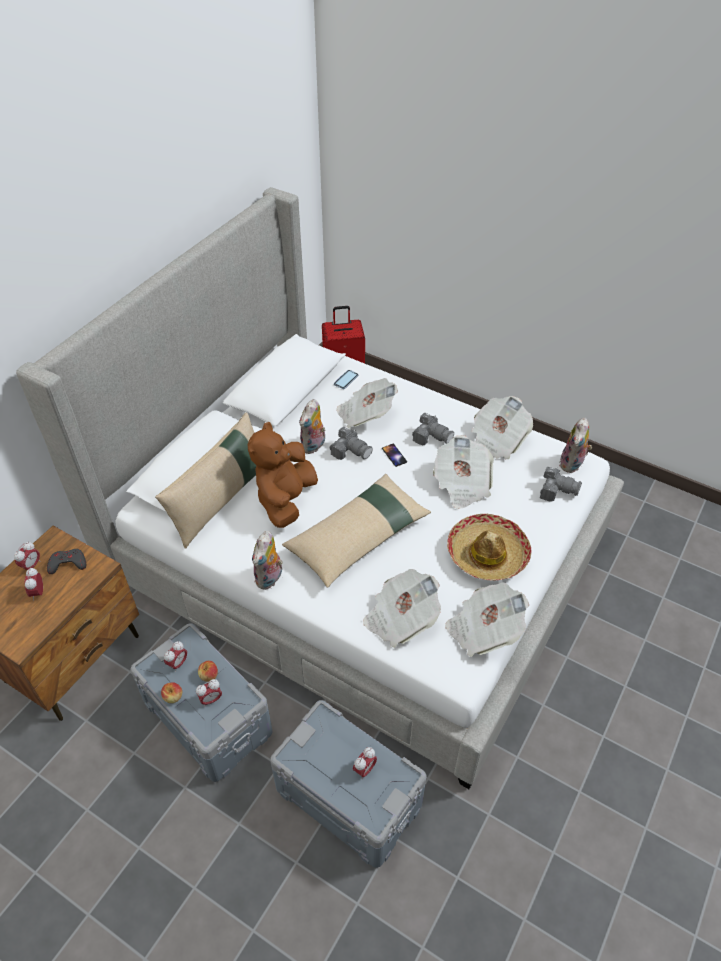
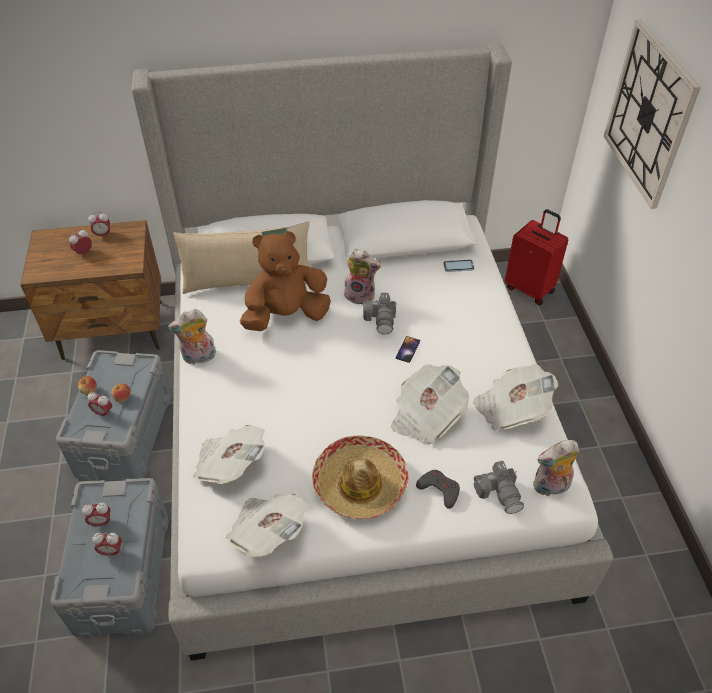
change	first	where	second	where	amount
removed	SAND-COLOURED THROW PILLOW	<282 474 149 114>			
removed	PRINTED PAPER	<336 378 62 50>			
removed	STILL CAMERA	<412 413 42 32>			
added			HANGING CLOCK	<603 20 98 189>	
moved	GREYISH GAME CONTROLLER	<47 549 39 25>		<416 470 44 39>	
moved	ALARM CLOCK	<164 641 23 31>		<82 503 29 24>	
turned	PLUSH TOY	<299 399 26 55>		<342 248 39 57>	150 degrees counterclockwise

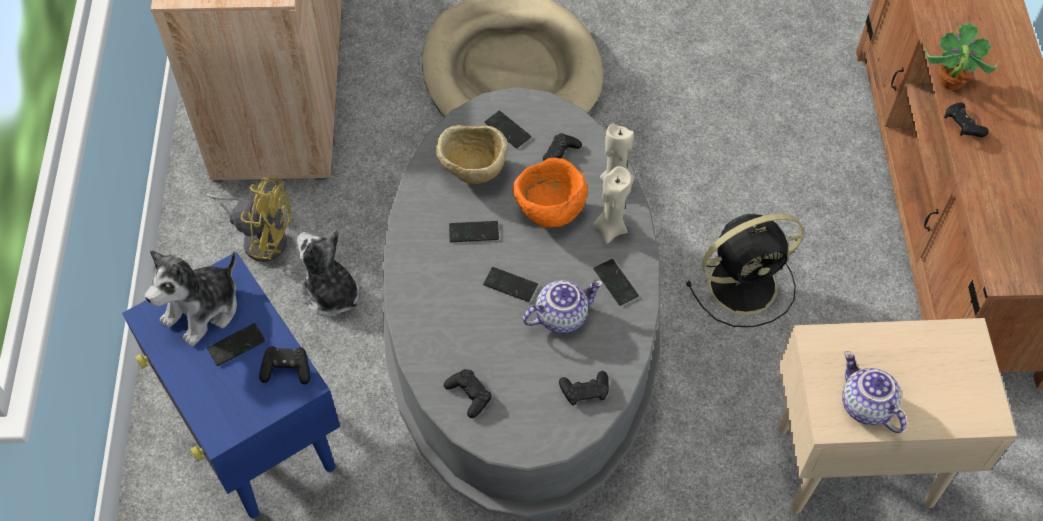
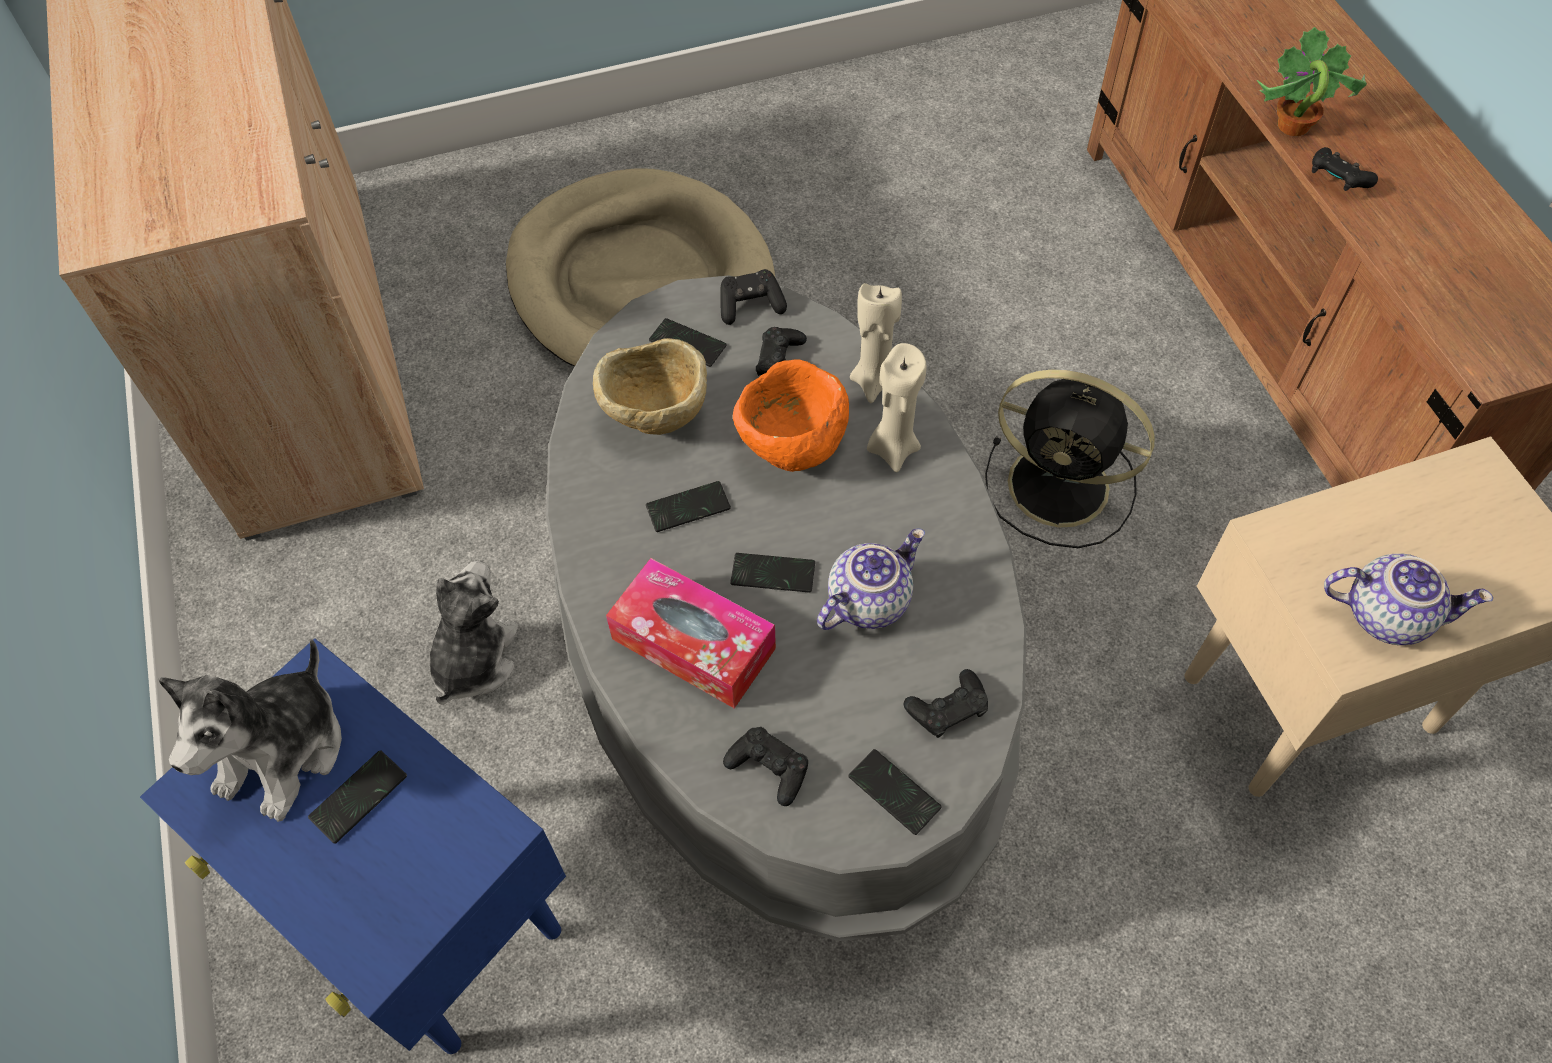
change	first	where	second	where	amount
removed	YELLOWISH ELECTRIC FAN	<206 176 85 86>			
added			TISSUE BOX	<606 558 170 150>	
moved	BLACK-COLOURED GAME CONTROLLER	<259 346 51 39>		<720 269 67 56>	
moved	PHONE	<594 259 45 47>		<848 749 94 86>	
turned	PLUSH TOY	<297 230 62 87>		<430 561 88 144>	75 degrees clockwise
turned	BLACK-COLOURED ELECTRIC FAN	<686 214 118 113>		<985 370 170 178>	60 degrees clockwise
turned	TEAPOT	<842 351 64 82>		<1324 553 169 92>	150 degrees clockwise

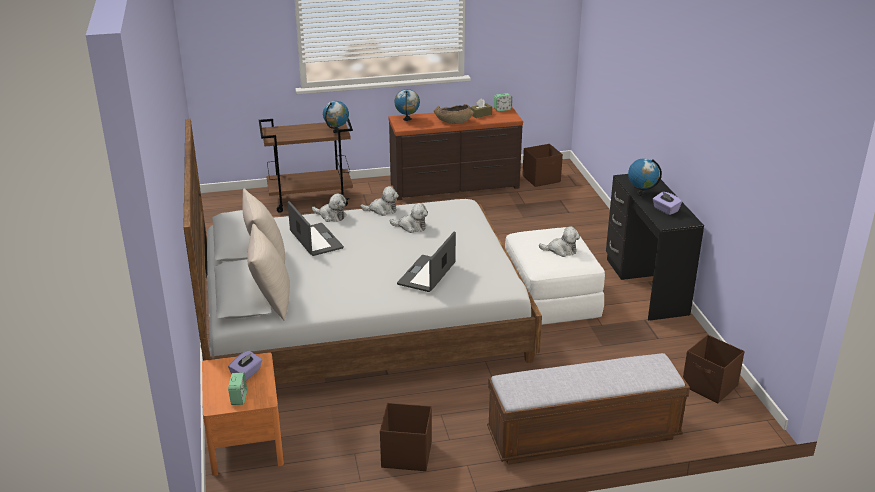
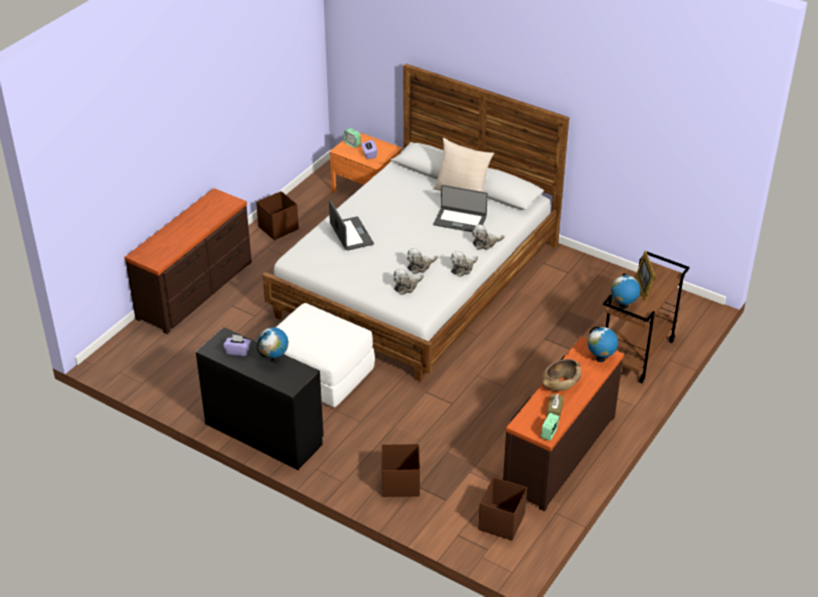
change	first	where	second	where	amount
removed	SAND-COLOURED THROW PILLOW	<247 224 43 97>			
added			PHOTO FRAME	<636 251 19 50>	
moved	PLUSH TOY	<539 226 41 31>		<393 269 31 26>	
moved	BROWN-COLOURED STORAGE BIN	<683 335 62 68>		<382 444 38 53>	
replaced	INDOOR BENCH	<487 353 203 112>	BROWN-COLOURED CHEST OF DRAWERS	<124 188 128 146>	

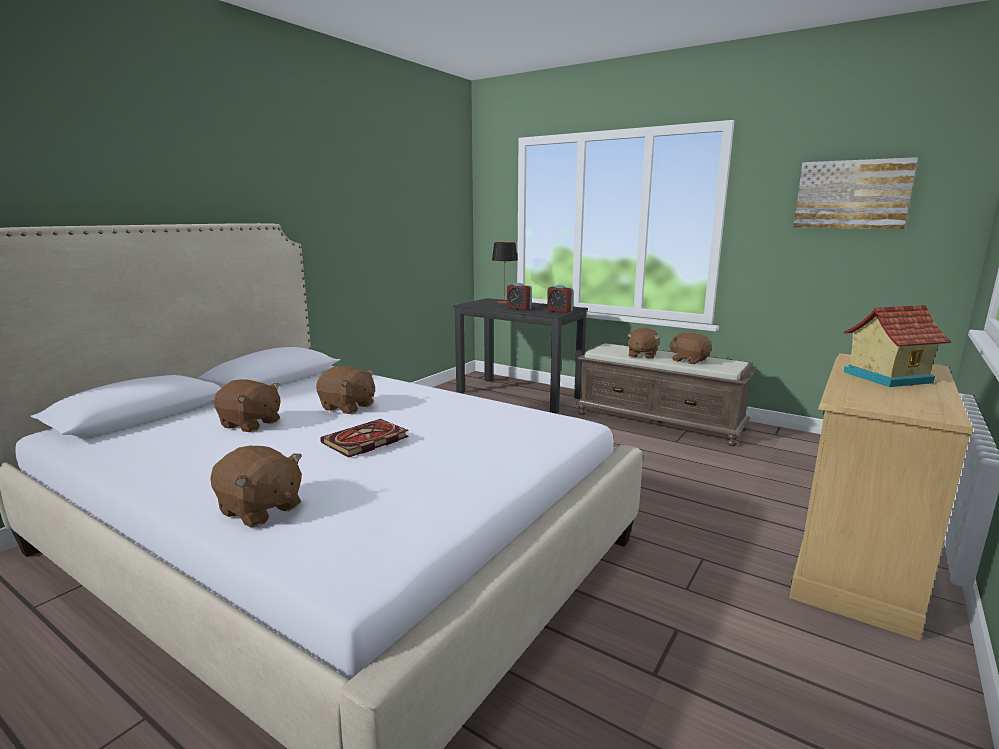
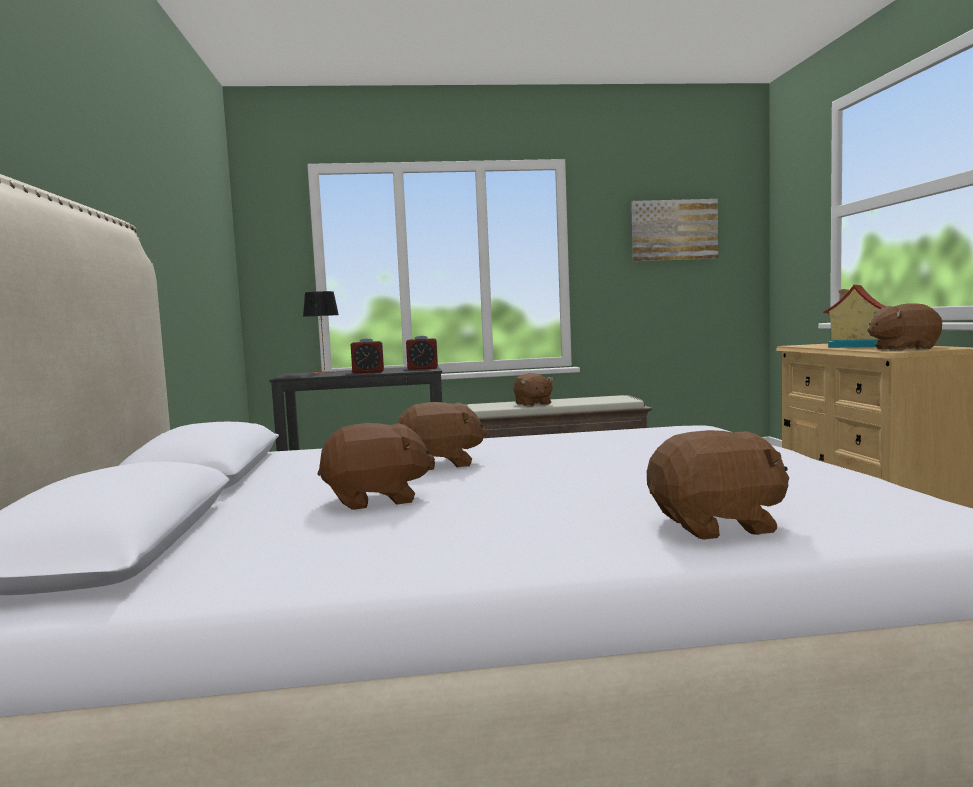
change	first	where	second	where	amount
removed	BOUND BOOK	<320 419 89 39>			
moved	BROWN-COLOURED PLUSH TOY	<669 333 43 31>		<867 303 75 48>	

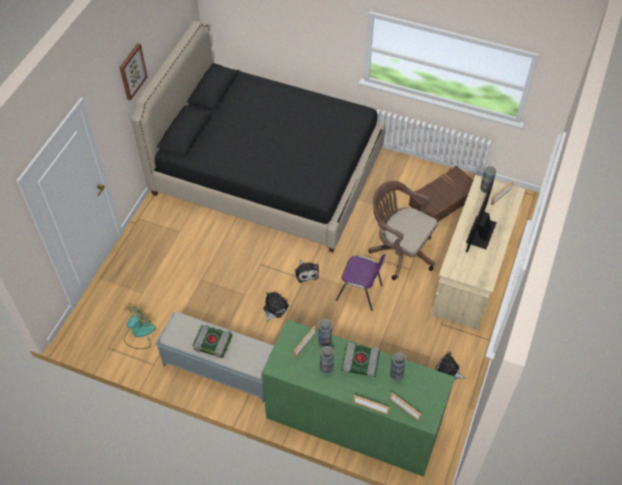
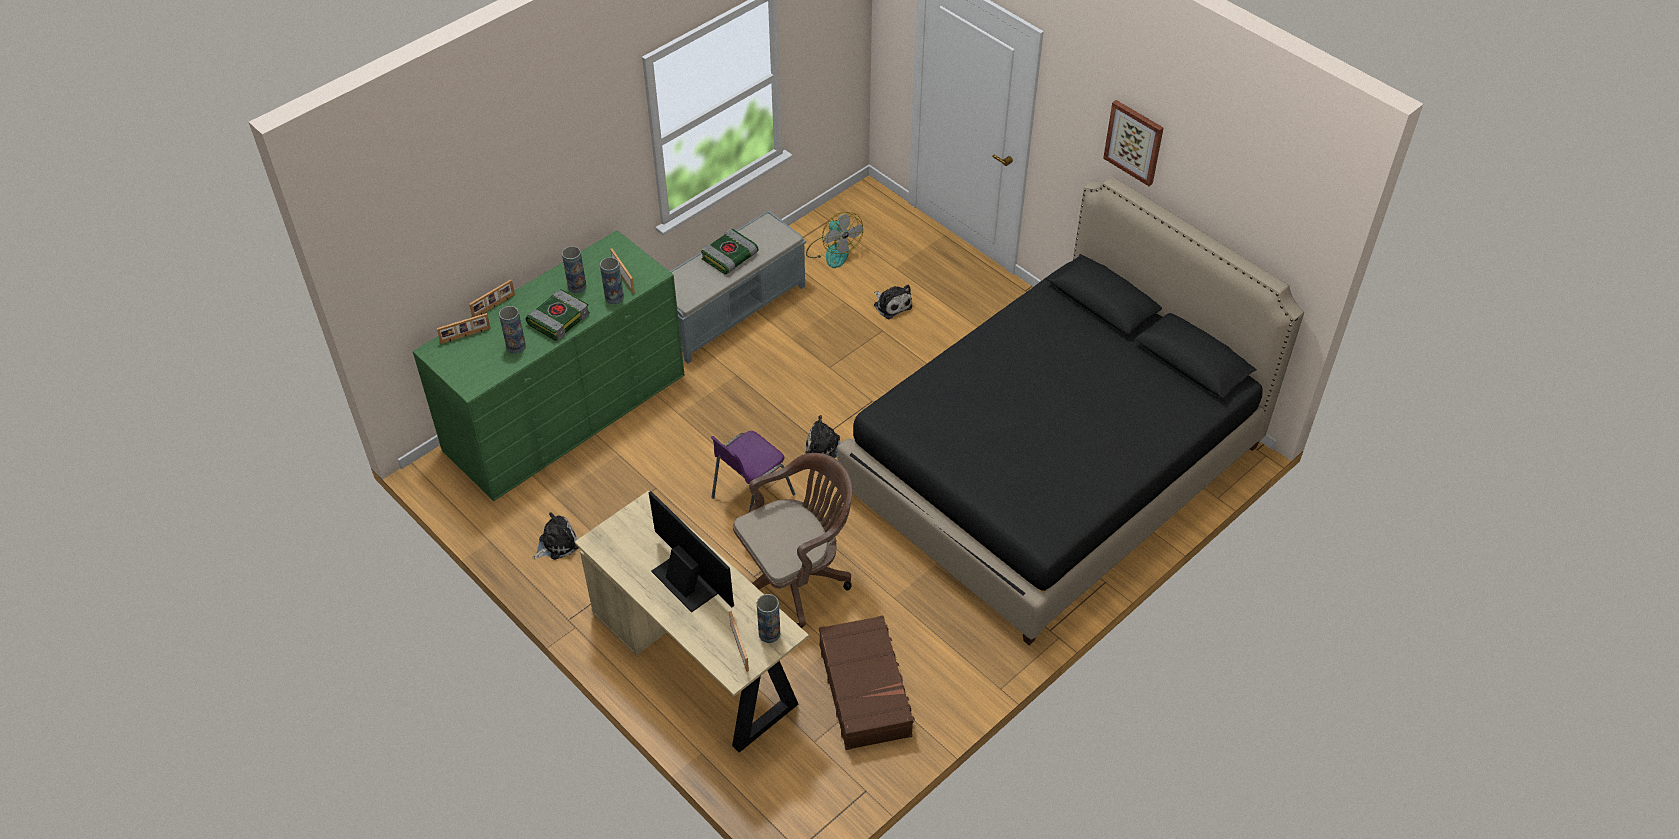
change	first	where	second	where	amount
moved	PLUSH TOY	<263 292 26 30>		<874 285 38 34>	

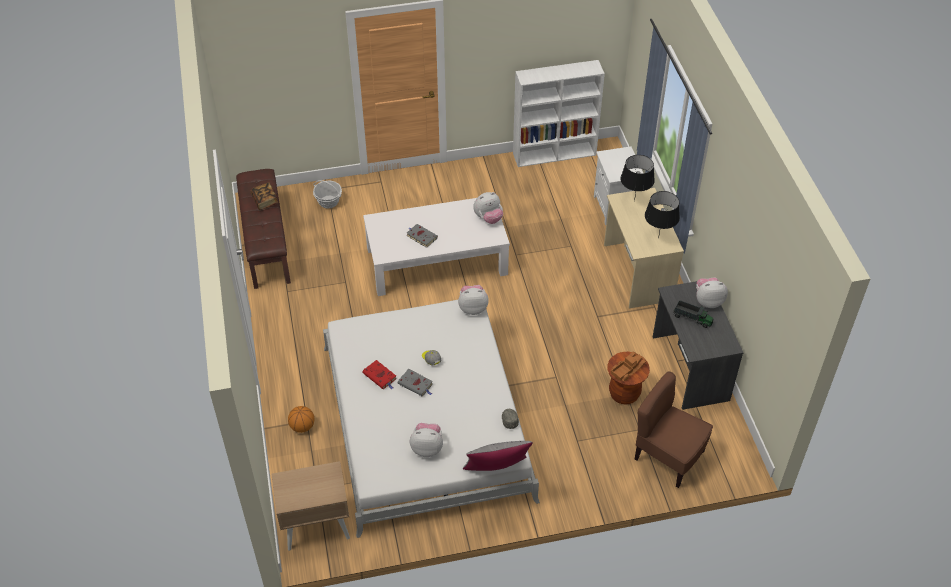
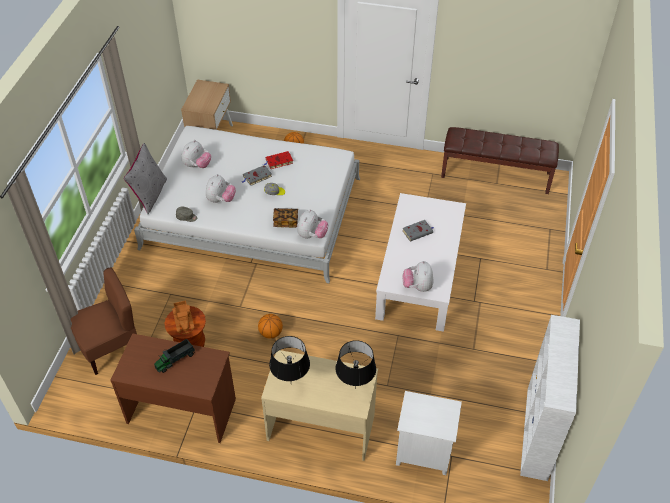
change	first	where	second	where	amount
removed	BASKET	<313 180 29 29>			
added			BASKETBALL BALL	<258 314 25 25>	
moved	BOUND BOOK	<251 182 27 28>		<273 208 25 20>	
moved	PLUSH TOY	<696 277 32 31>		<206 174 30 29>	
recoloured	GREYISH DESK	<653 281 90 129>	BROWN-COLOURED DESK	<110 333 126 110>	

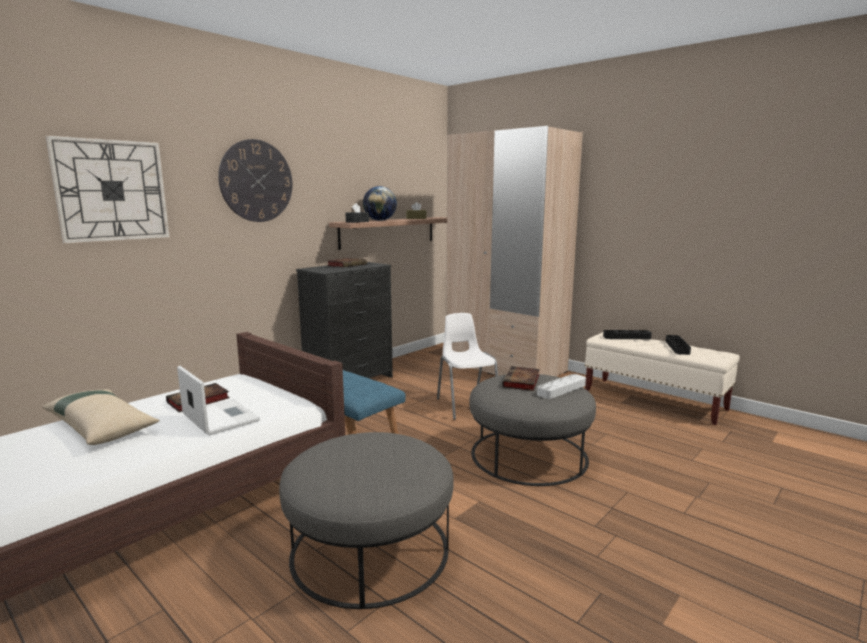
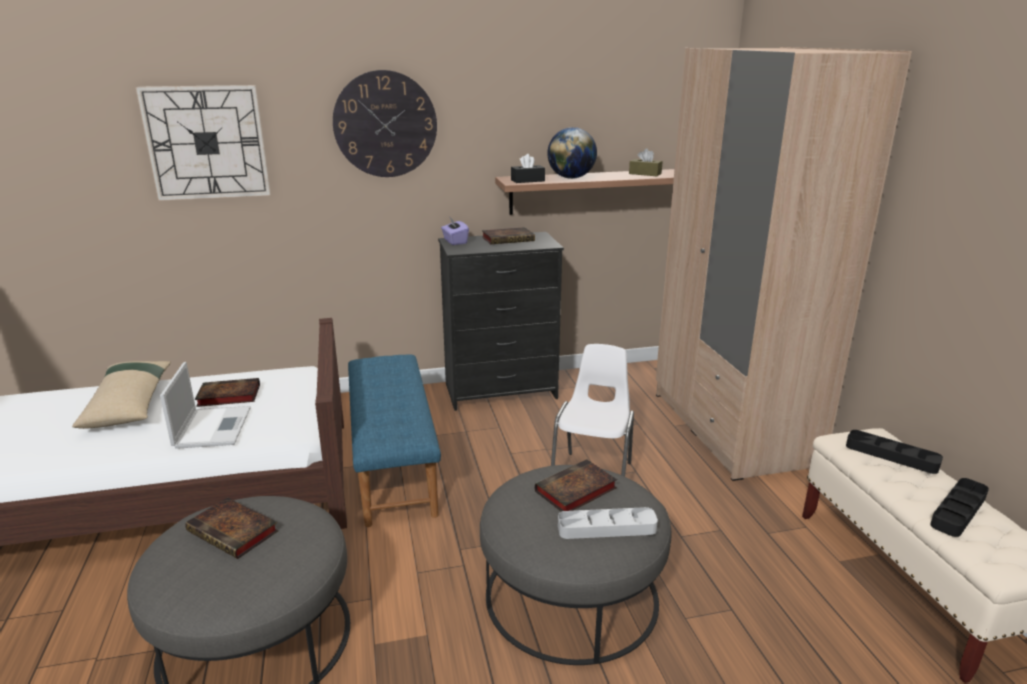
change	first	where	second	where	amount
added			BOUND BOOK	<185 497 93 62>	
added			PURPLISH TISSUE BOX	<441 216 28 29>	

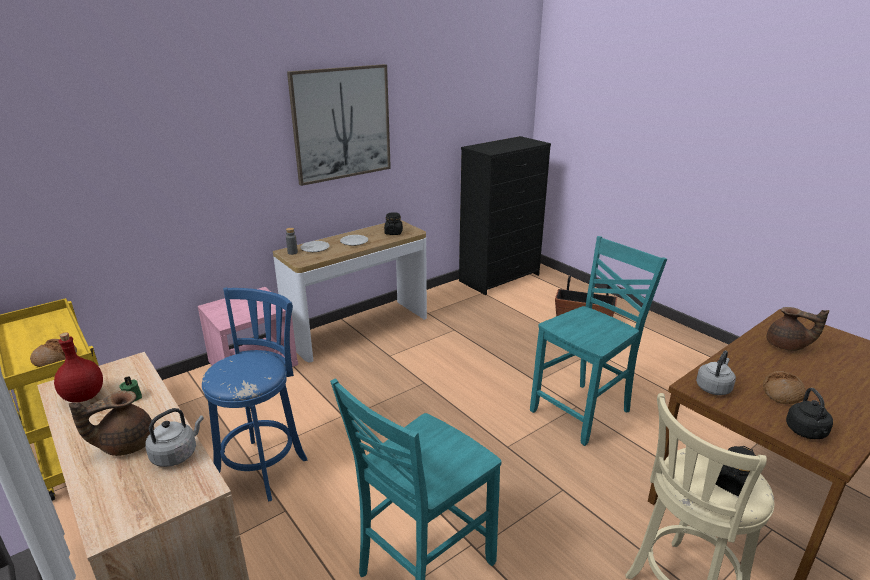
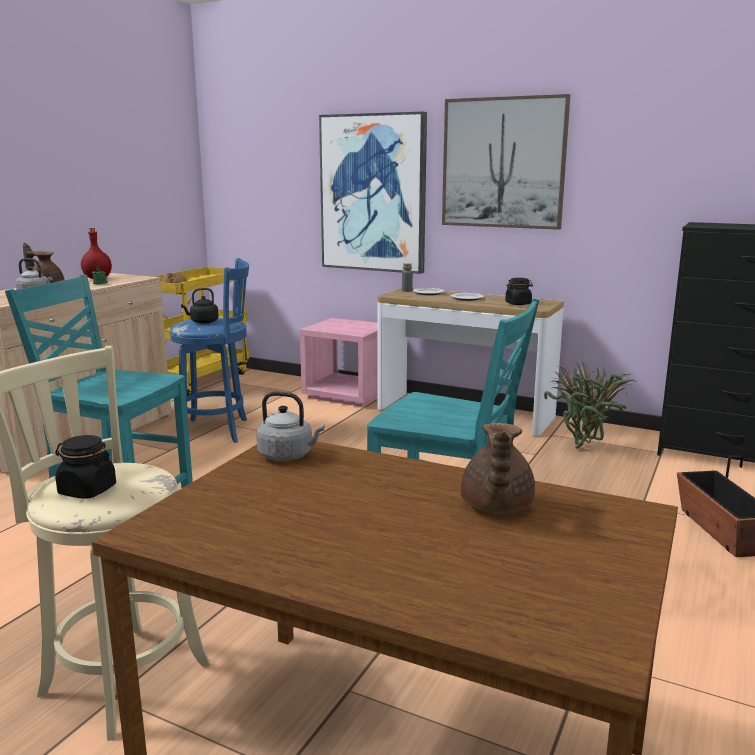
change	first	where	second	where	amount
removed	BREAD	<763 371 43 33>			
added			PICTURE	<319 112 108 162>	
added			HOUSEPLANT	<544 358 91 91>	
moved	BLACK-COLOURED WATER KETTLE	<786 388 47 51>		<181 288 38 36>	

